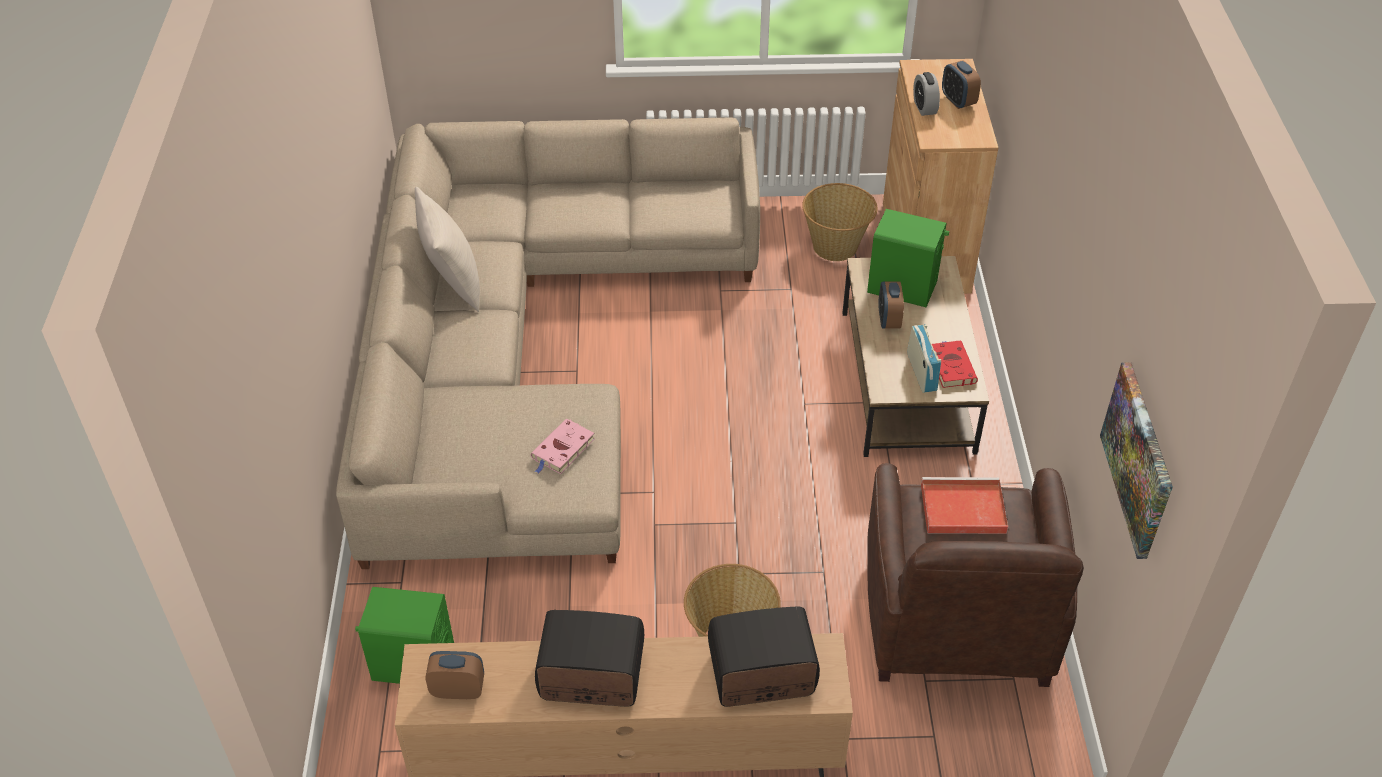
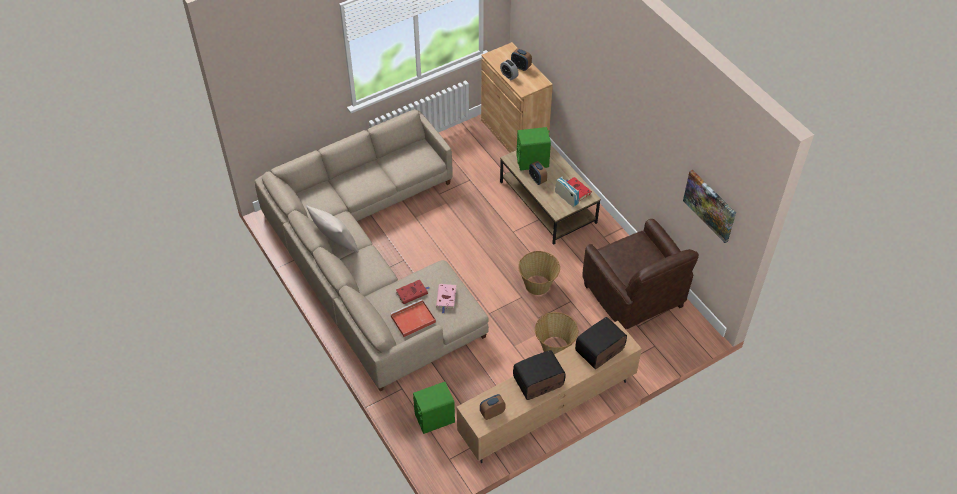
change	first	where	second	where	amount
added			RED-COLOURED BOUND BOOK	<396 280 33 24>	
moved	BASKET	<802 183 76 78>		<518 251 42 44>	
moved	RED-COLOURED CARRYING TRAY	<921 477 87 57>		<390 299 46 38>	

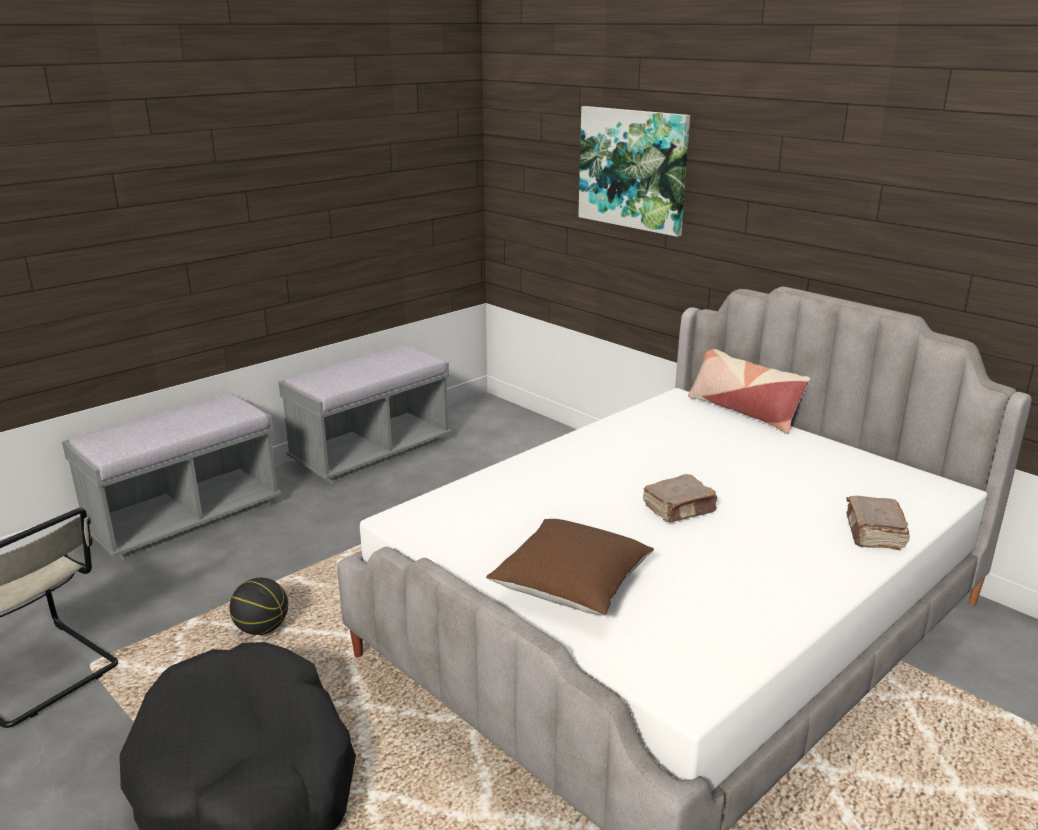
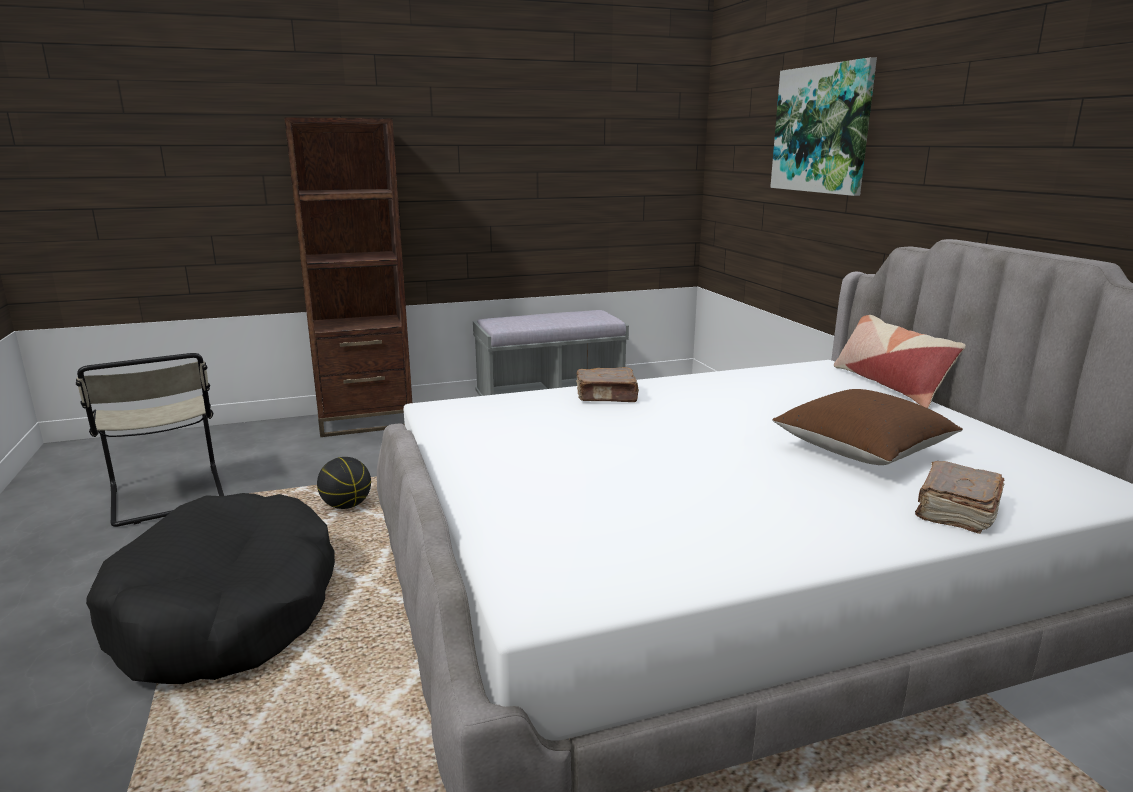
change	first	where	second	where	amount
moved	BROWN-COLOURED THROW PILLOW	<486 519 168 97>		<772 389 191 76>	
moved	BROWN-COLOURED BOUND BOOK	<643 474 74 48>		<576 367 63 35>	
replaced	GREYISH INDOOR BENCH	<62 393 219 168>	BROWN-COLOURED BOOKSHELF	<284 117 128 320>	

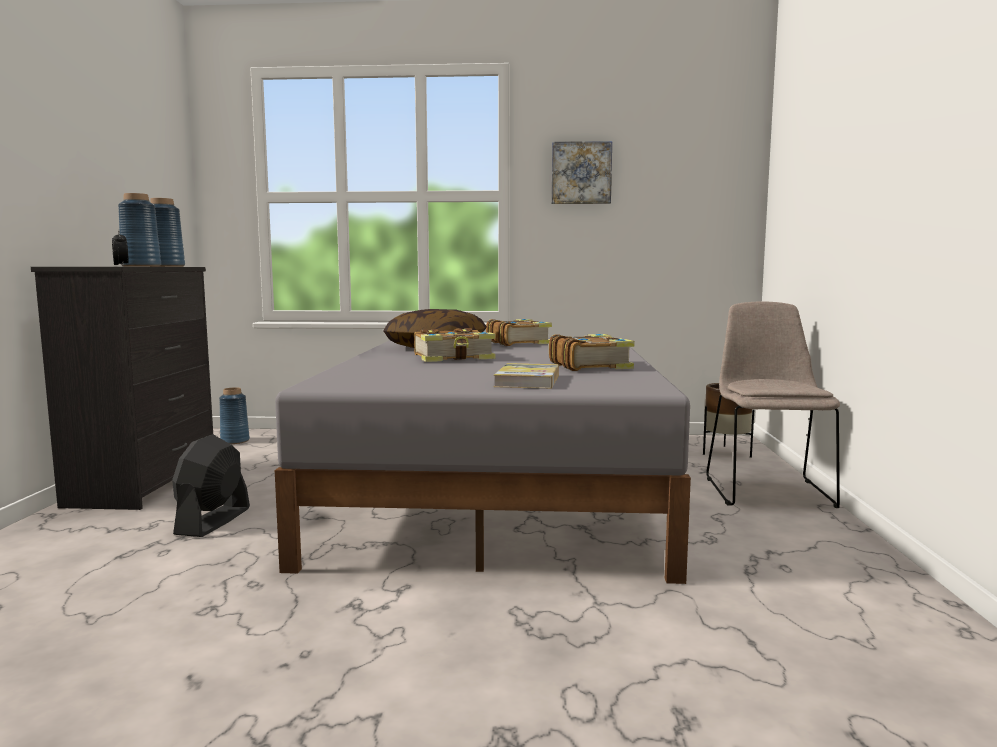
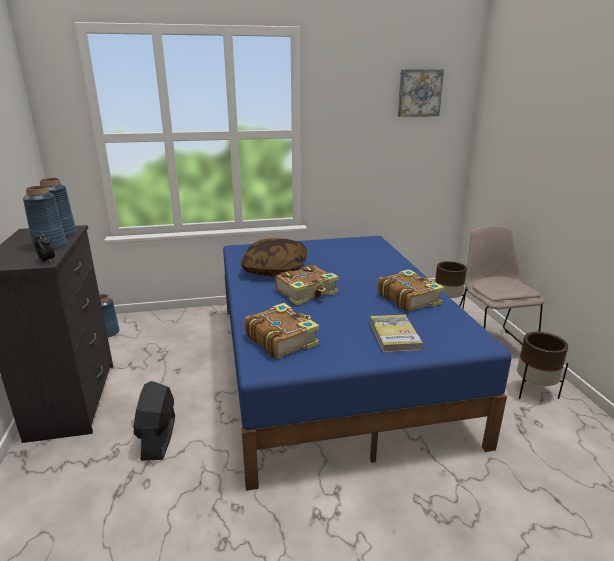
change	first	where	second	where	amount
added			BROWN-COLOURED PLANT POT	<517 332 51 67>	
moved	BOUND BOOK	<486 319 66 27>		<244 303 75 56>	
moved	PICTURE	<552 141 60 63>		<398 69 46 48>	
recoloured	GREYISH SLEEPING BED	<275 338 416 246>	BLUE SLEEPING BED	<223 236 289 255>	

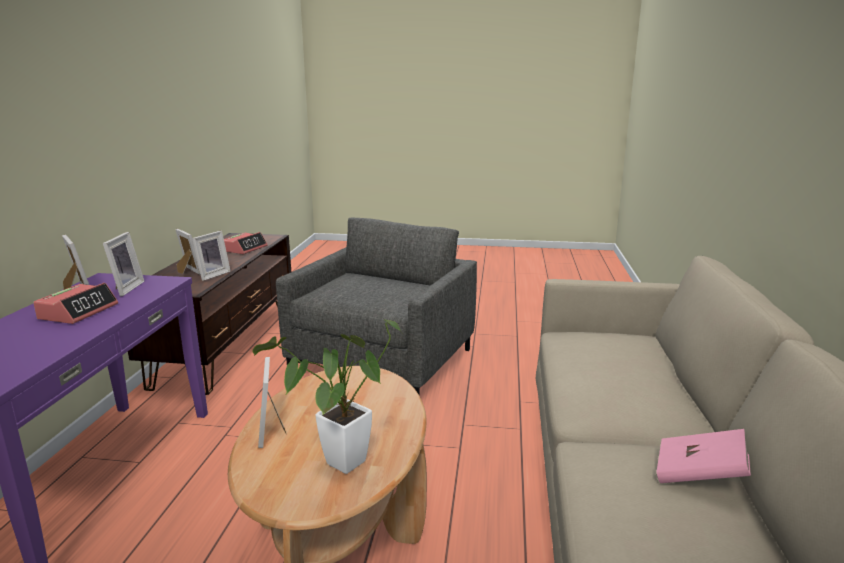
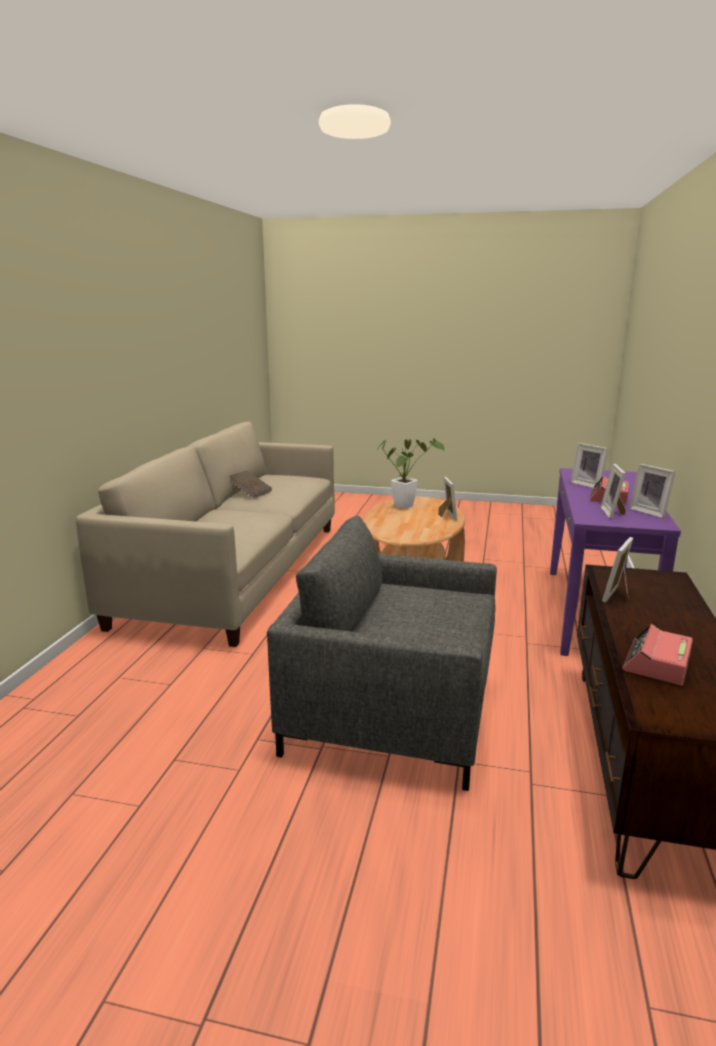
change	first	where	second	where	amount
moved	PHOTO FRAME	<175 229 26 46>		<570 443 39 45>	
recoloured	PINK-COLOURED BOUND BOOK	<656 429 95 54>	BROWN-COLOURED BOUND BOOK	<230 470 42 28>	
turned	GREYISH LOUNGE CHAIR	<276 217 201 177>		<267 516 230 275>	75 degrees clockwise

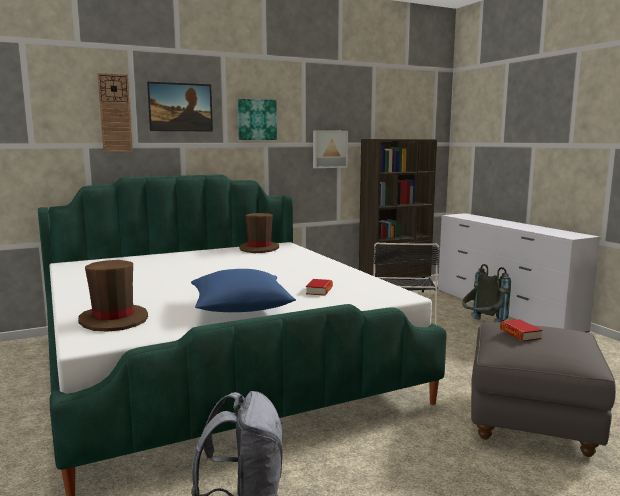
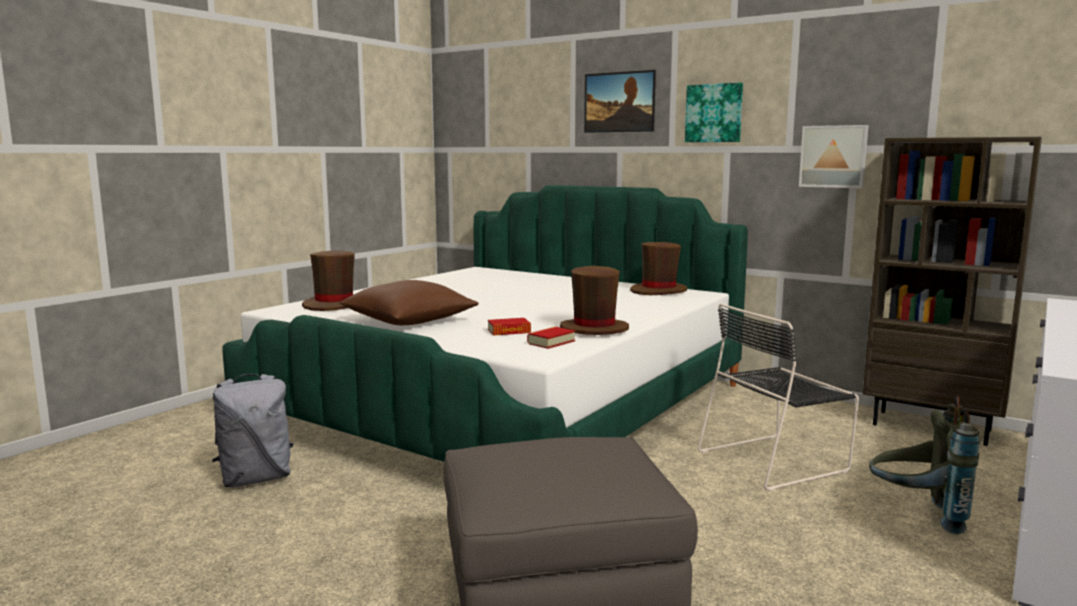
change	first	where	second	where	amount
removed	HANGING CLOCK	<97 73 36 79>			
added			BROWN-COLOURED CLOTHING HAT	<560 266 69 69>	
moved	BOUND BOOK	<500 319 43 22>		<527 327 48 22>	
recoloured	BLUE THROW PILLOW	<191 269 105 43>	BROWN-COLOURED THROW PILLOW	<339 280 139 45>	

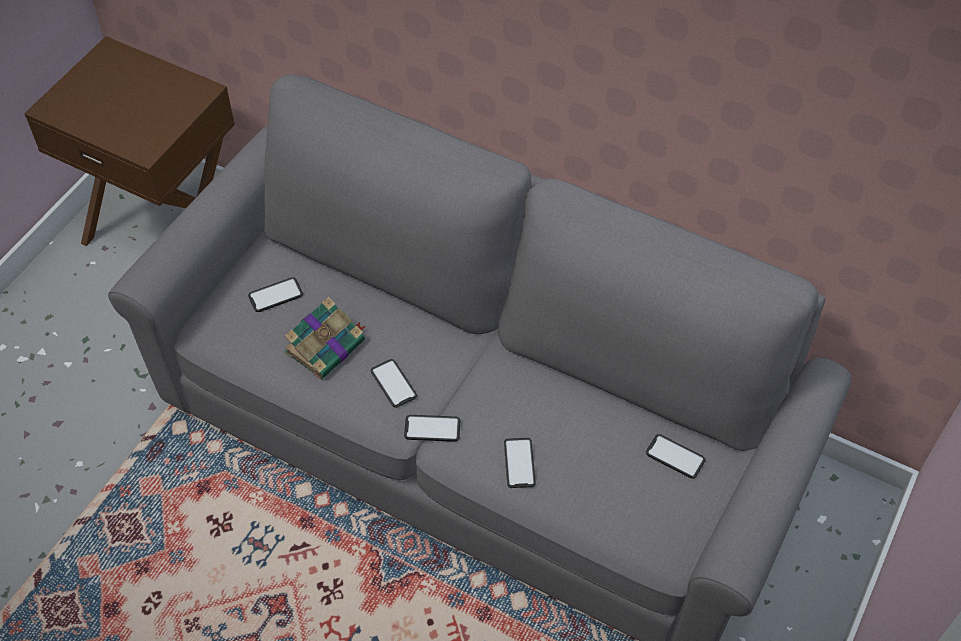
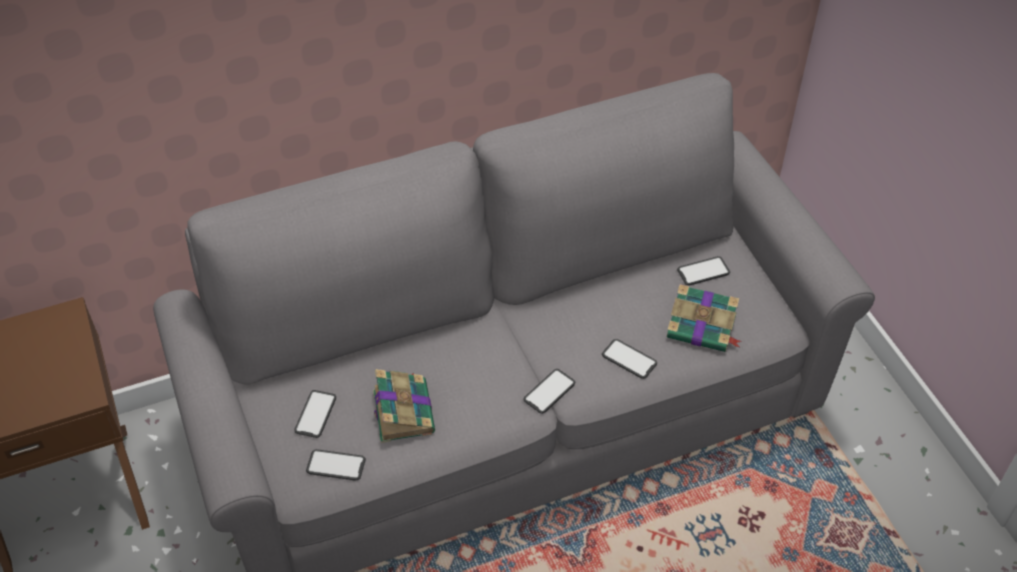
change	first	where	second	where	amount
added			BOUND BOOK	<667 284 75 68>	
moved	PHONE	<371 359 46 49>		<306 449 60 32>	

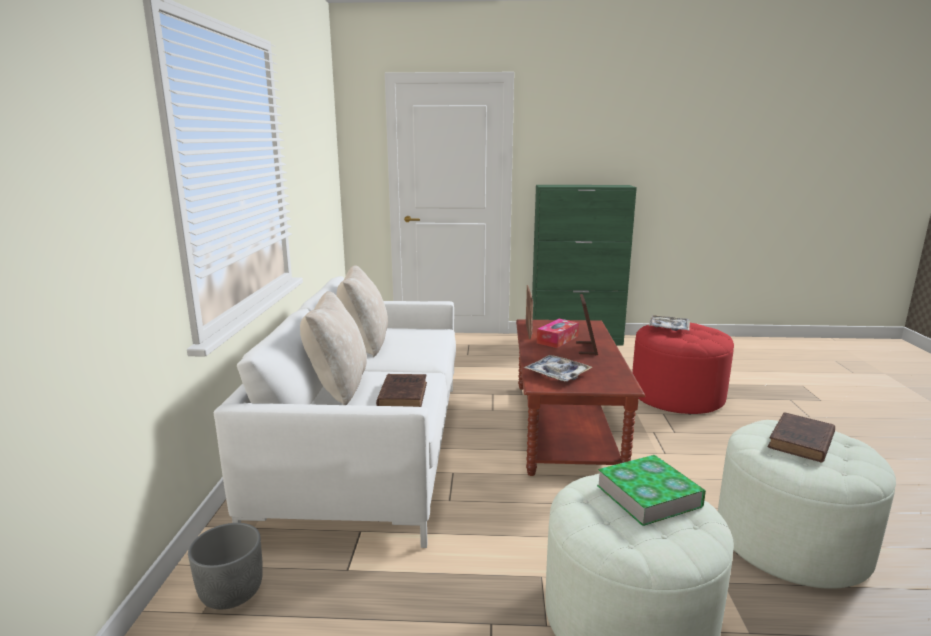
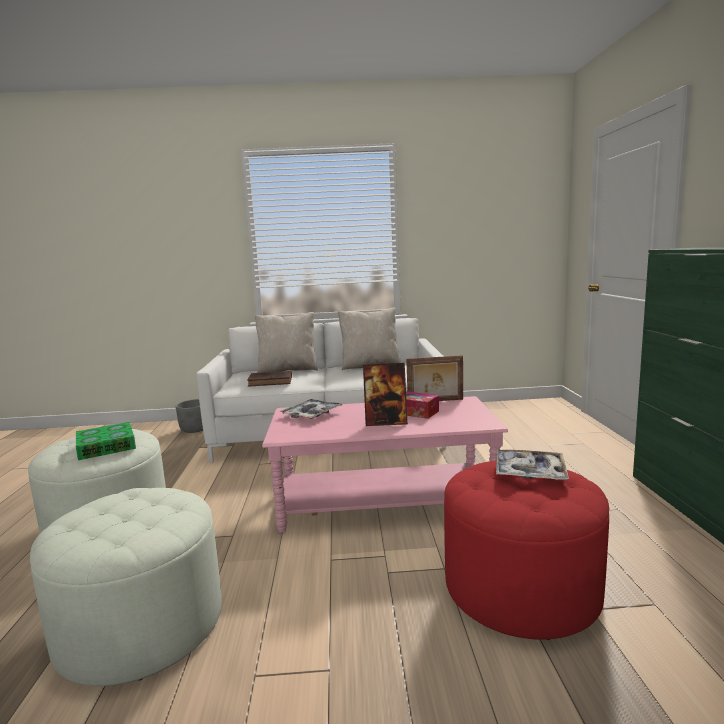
change	first	where	second	where	amount
removed	BROWN-COLOURED BOUND BOOK	<768 412 67 50>			
recoloured	BROWN-COLOURED LOW TABLE	<516 319 129 157>	PINK-COLOURED LOW TABLE	<262 396 246 137>	

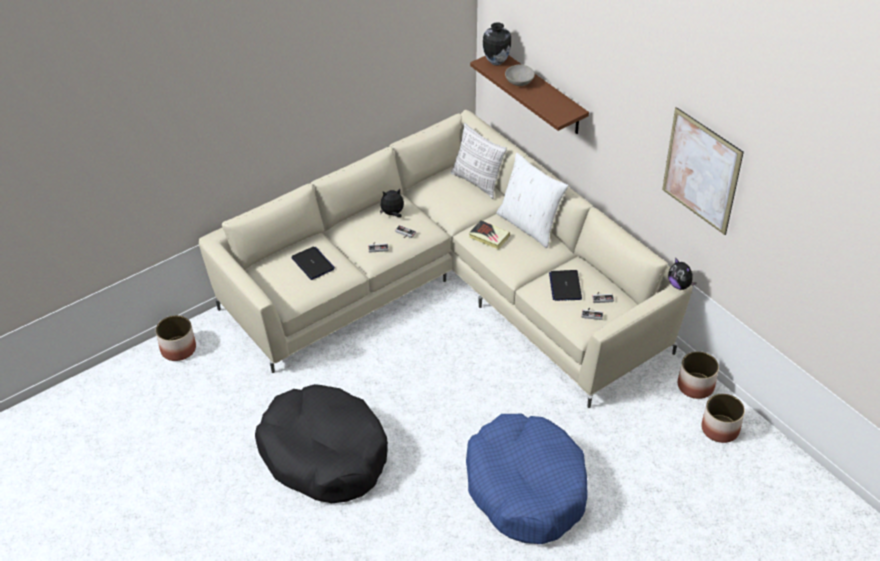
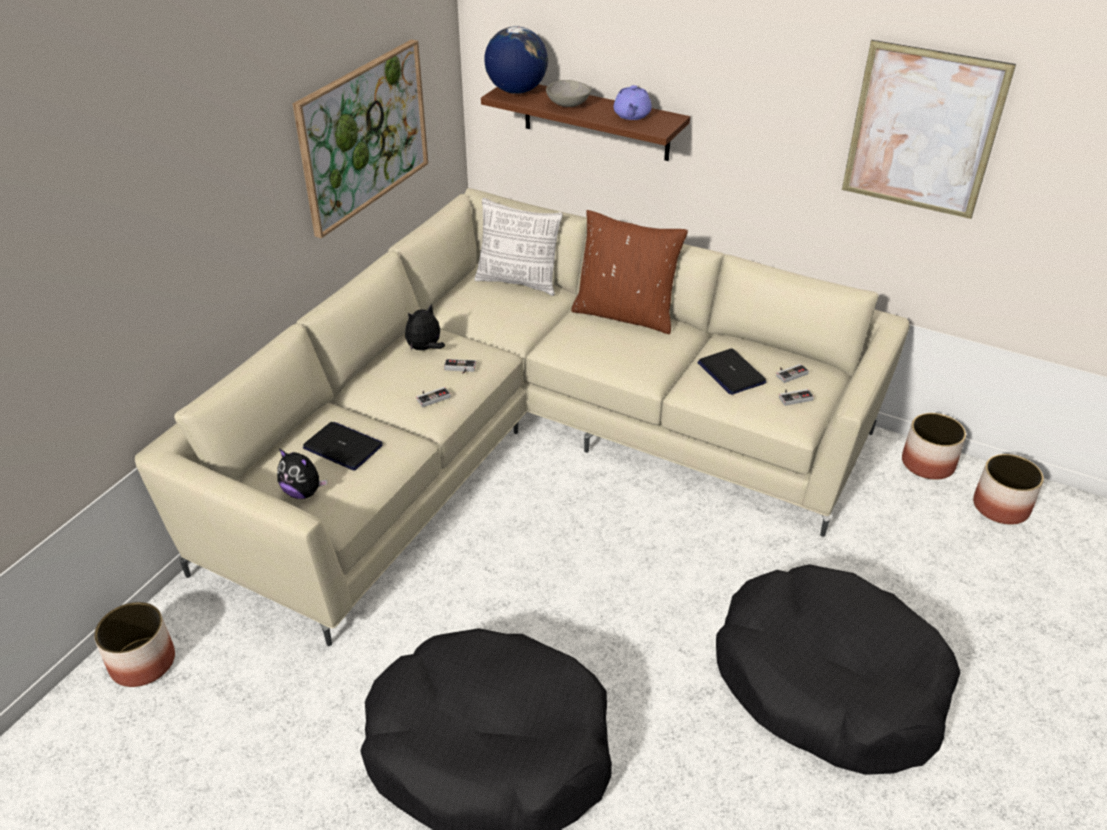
change	first	where	second	where	amount
removed	BOUND BOOK	<469 220 41 29>			
added			PICTURE	<293 39 135 199>	
added			PURPLISH TEAPOT	<614 85 38 35>	
moved	PLUSH TOY	<668 257 28 33>		<277 449 50 50>	
replaced	FLOWER VASE	<483 22 28 43>	GLOBE	<484 26 64 68>	
recoloured	BLUE DOG CUSHION	<466 414 122 130>	BLACK-COLOURED DOG CUSHION	<716 564 245 211>	
recoloured	WHITE-COLOURED THROW PILLOW	<497 153 71 95>	BROWN-COLOURED THROW PILLOW	<571 210 117 124>	

